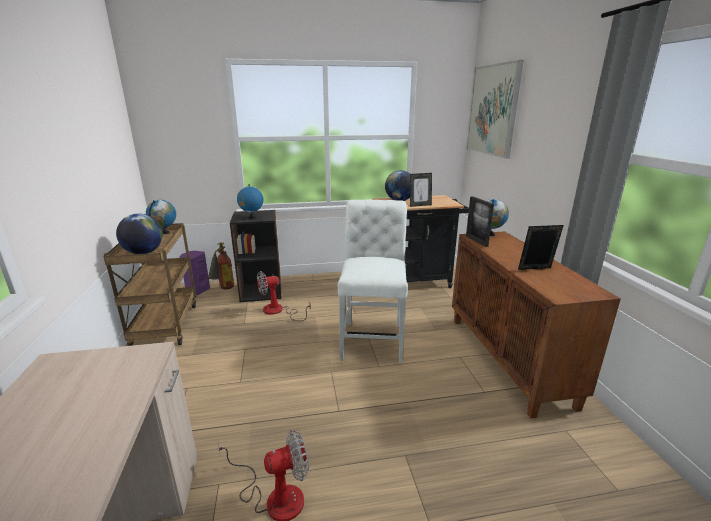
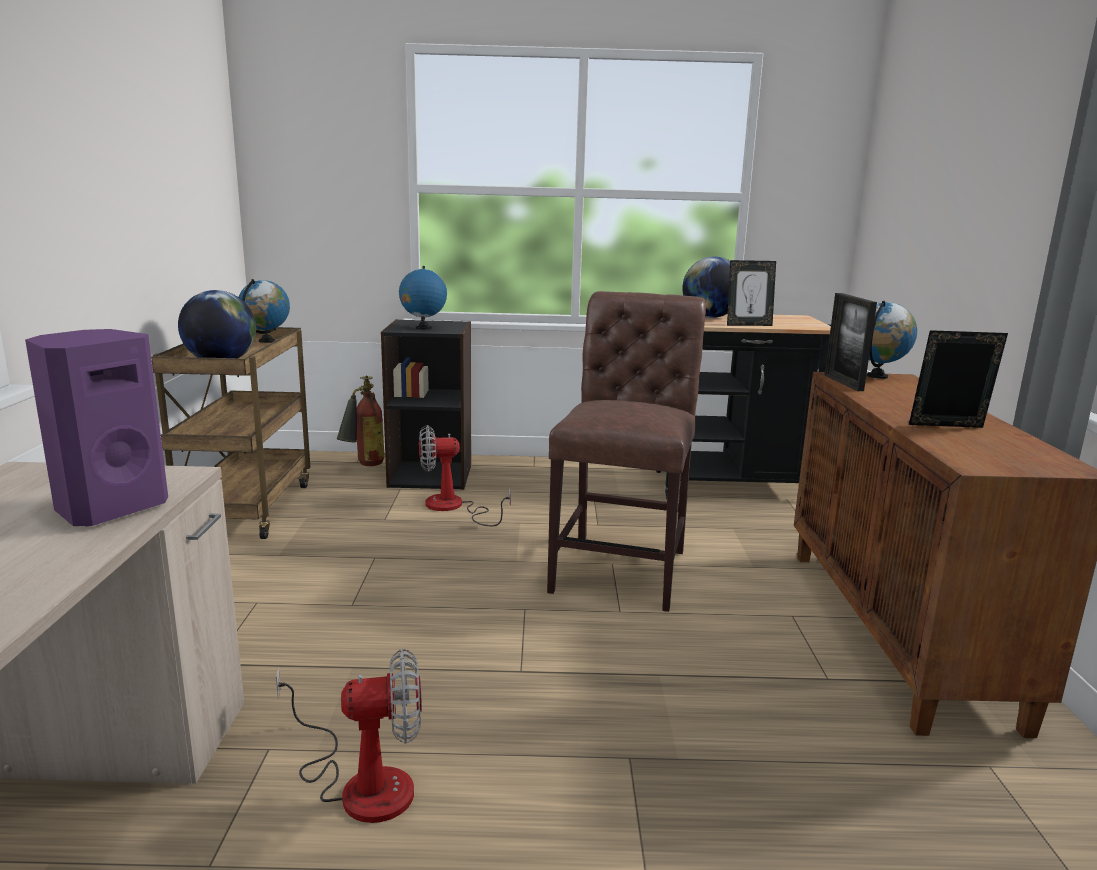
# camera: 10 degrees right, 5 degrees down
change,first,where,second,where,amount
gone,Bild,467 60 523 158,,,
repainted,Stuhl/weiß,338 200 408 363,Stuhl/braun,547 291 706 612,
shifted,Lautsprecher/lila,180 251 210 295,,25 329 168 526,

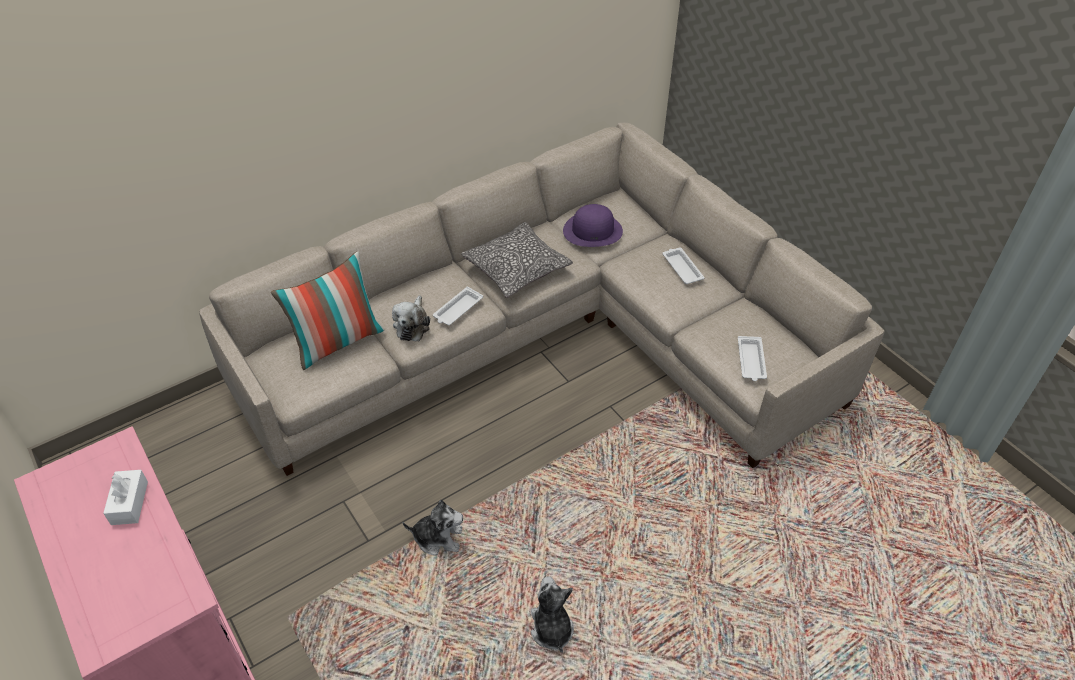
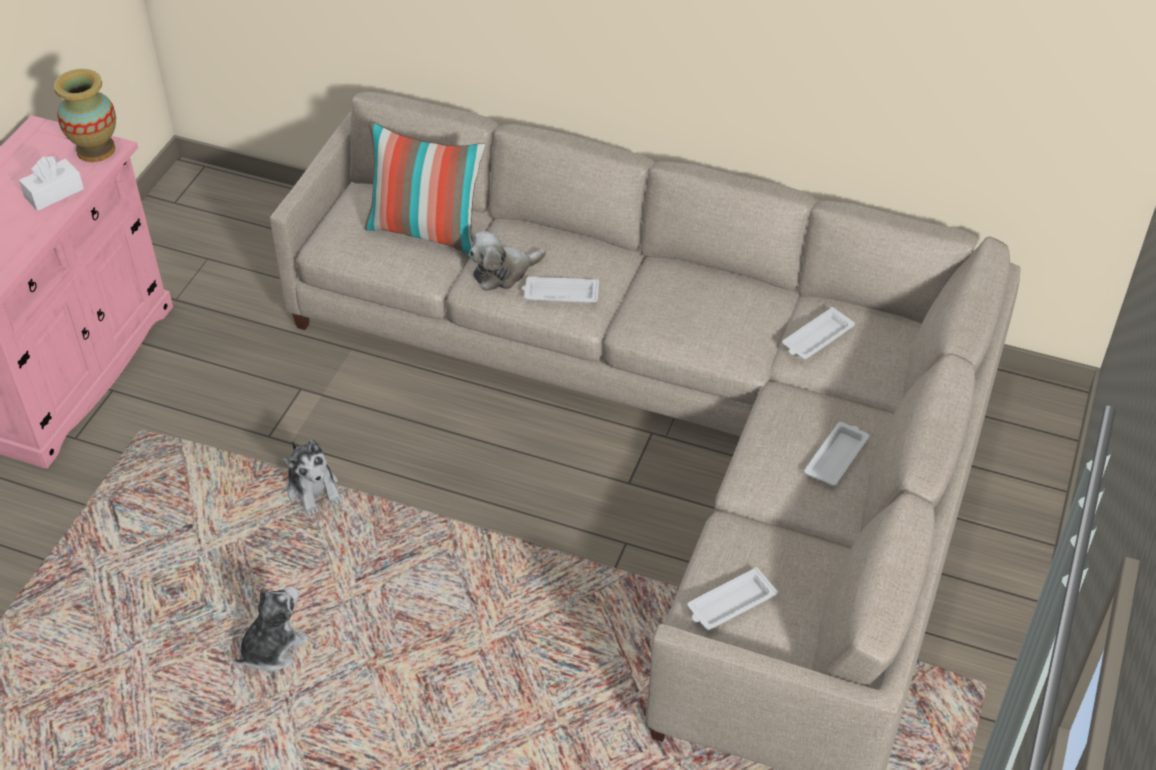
# camera: 55 degrees right, 0 degrees up
change,first,where,second,where,amount
swapped,Hut/lila,563 204 623 247,Tablett/weiß,782 307 855 359,
gone,Kissen,461 222 573 298,,,
new,,,Vase,54 69 116 162,

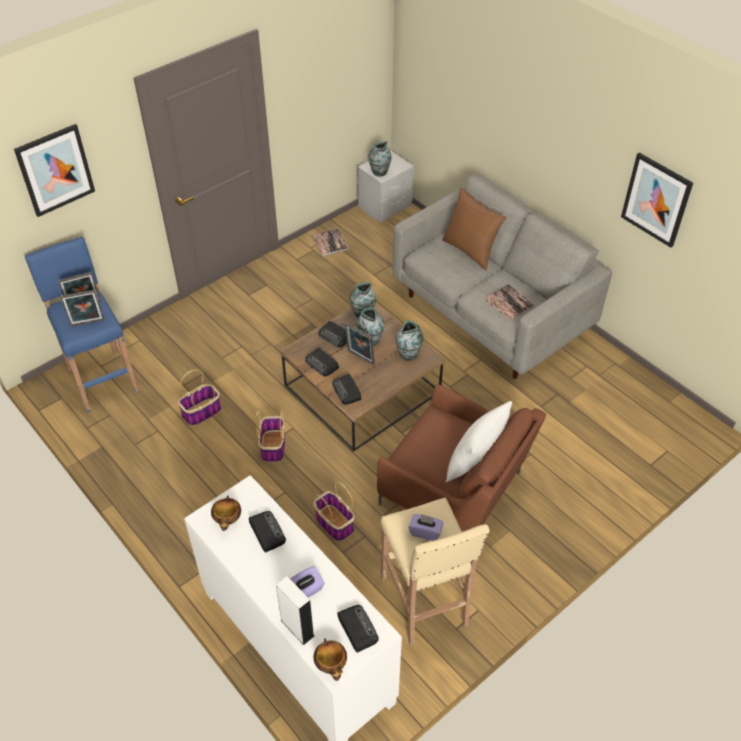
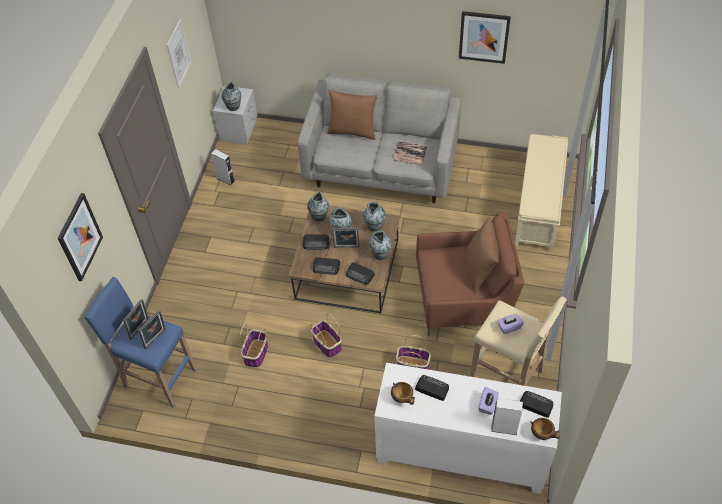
# camera: 35 degrees left, 5 degrees up
change,first,where,second,where,amount
swapped,Buch,312 229 348 256,Lautsprecher/grau,211 149 235 186,
repainted,Kissen/weiß,446 401 512 482,Kissen/braun,466 217 499 293,
new,,,Bild,167 19 192 89,
new,,,Bank/beige,515 134 568 252,
new,,,Vase,369 230 392 260,

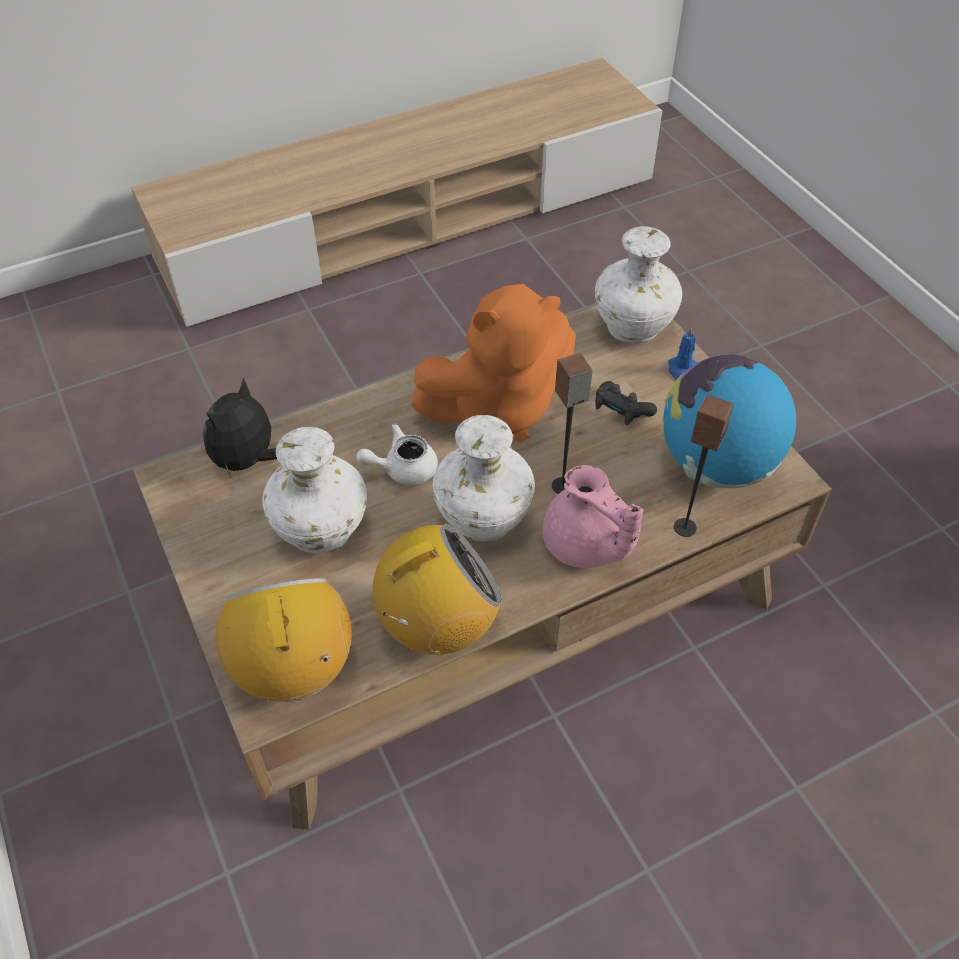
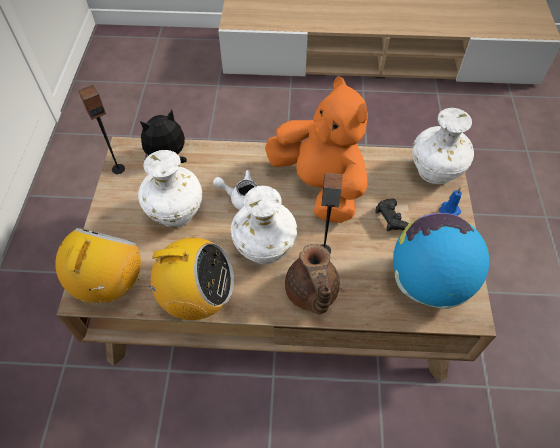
# camera: 30 degrees right, 5 degrees up
change,first,where,second,where,amount
rotated,Plüschtier/orange,411 284 576 443,,265 77 368 223,135 degrees counterclockwise
shifted,Lautsprecher,674 395 734 537,,78 85 125 174,
repainted,Teekanne/rosa,542 465 644 568,Teekanne/braun,285 244 340 314,

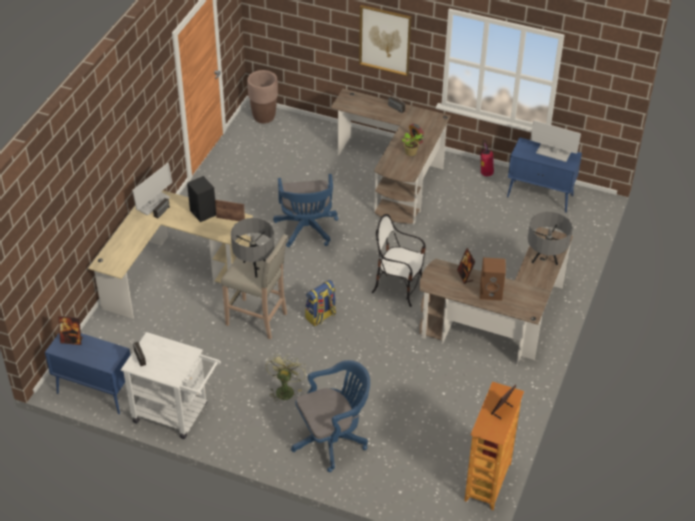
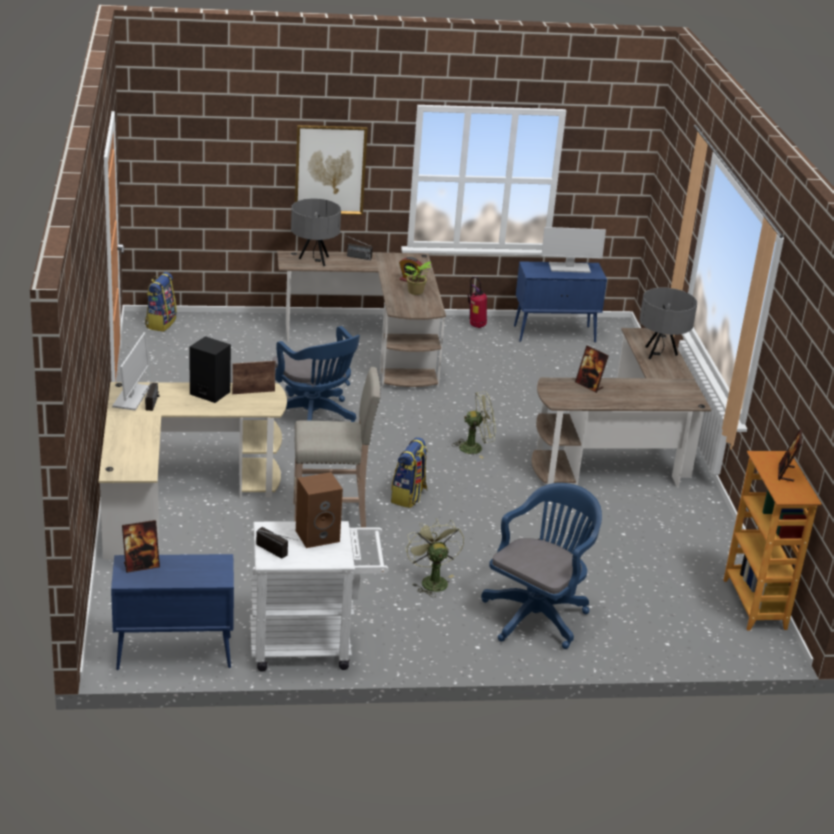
# camera: 30 degrees left, 15 degrees down
change,first,where,second,where,amount
swapped,Pflanzkübel/braun,247 70 278 123,Rucksack,145 272 177 332,
swapped,Stuhl,371 214 426 307,Ventilator/grün,453 391 496 459,
shifted,Tischlampe/grau,231 218 274 277,,291 198 341 266,
shifted,Lautsprecher/braun,480 257 506 301,,296 472 343 548,

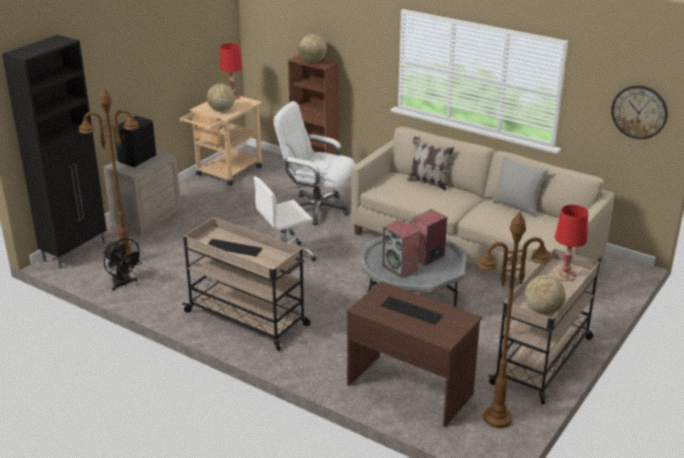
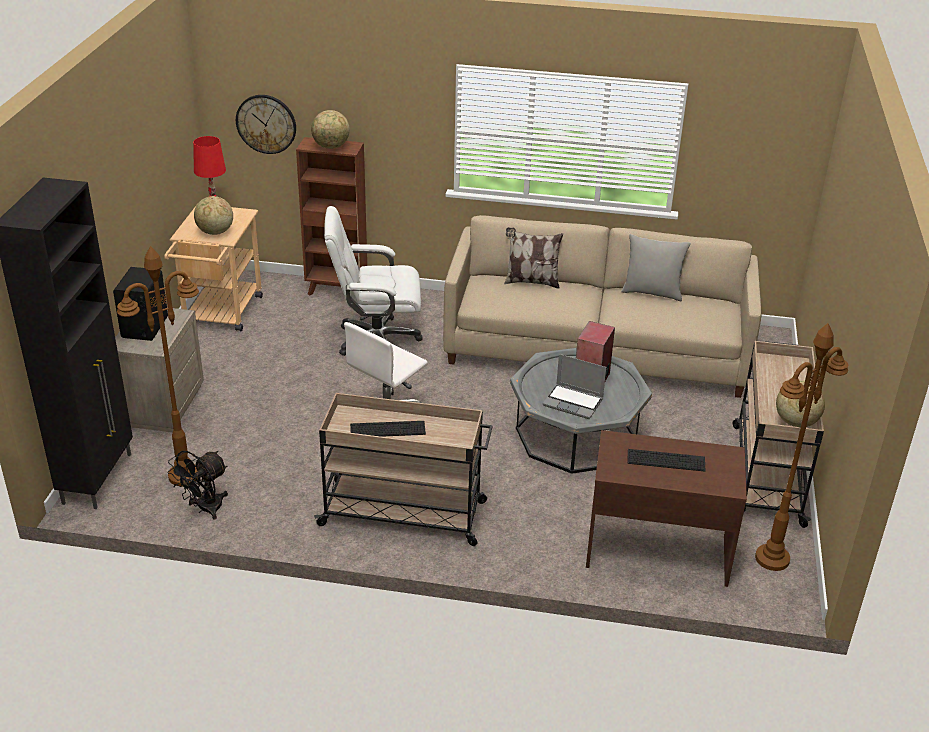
# camera: 25 degrees left, 5 degrees up
change,first,where,second,where,amount
shifted,Wanduhr,611 85 668 139,,236 95 296 154,
gone,Tischlampe/rot,555 205 588 281,,,
swapped,Lautsprecher,382 220 420 278,Laptop,543 354 606 419,
rotated,Ventilator/schwarz,103 239 144 291,,167 451 228 520,105 degrees clockwise

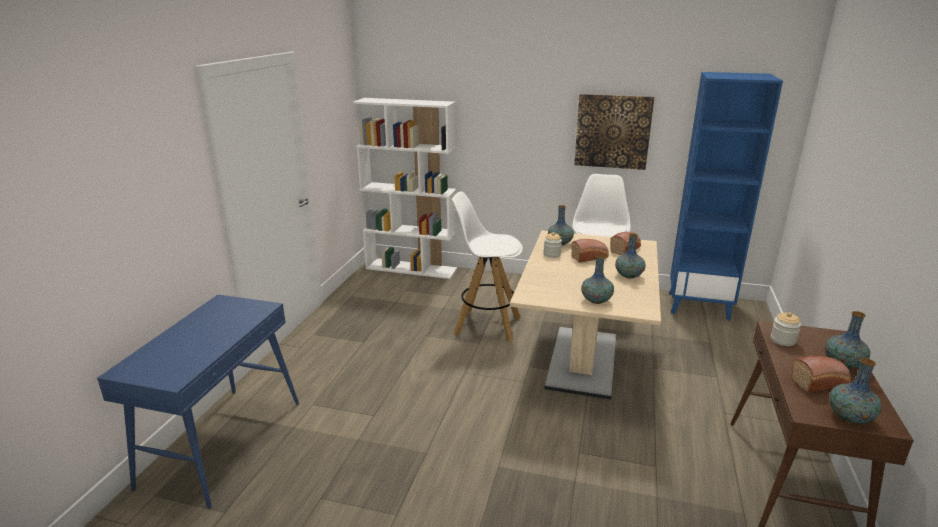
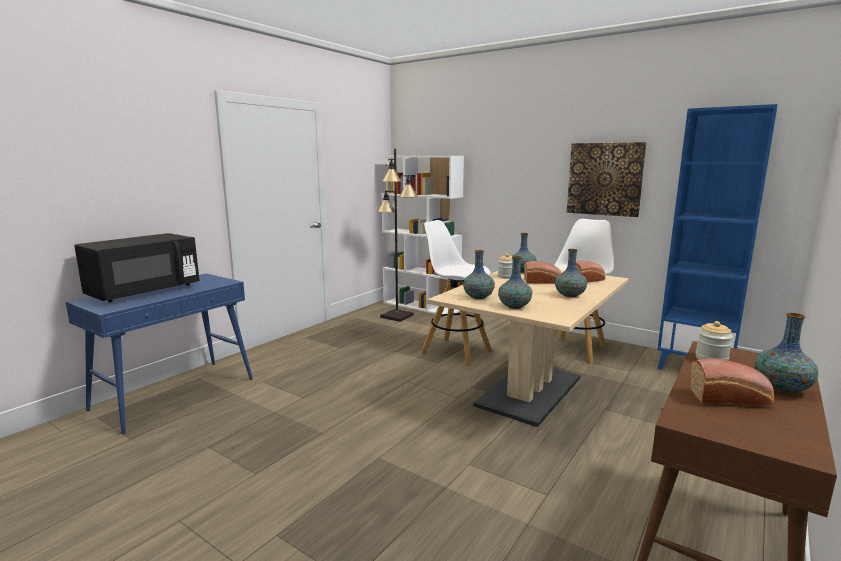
# camera: 20 degrees right, 10 degrees down
change,first,where,second,where,amount
shifted,Vase,830 358 882 424,,463 250 495 299,
new,,,Stehlampe/schwarz,377 149 418 322,
new,,,Mikrowelle/schwarz,74 233 200 302,

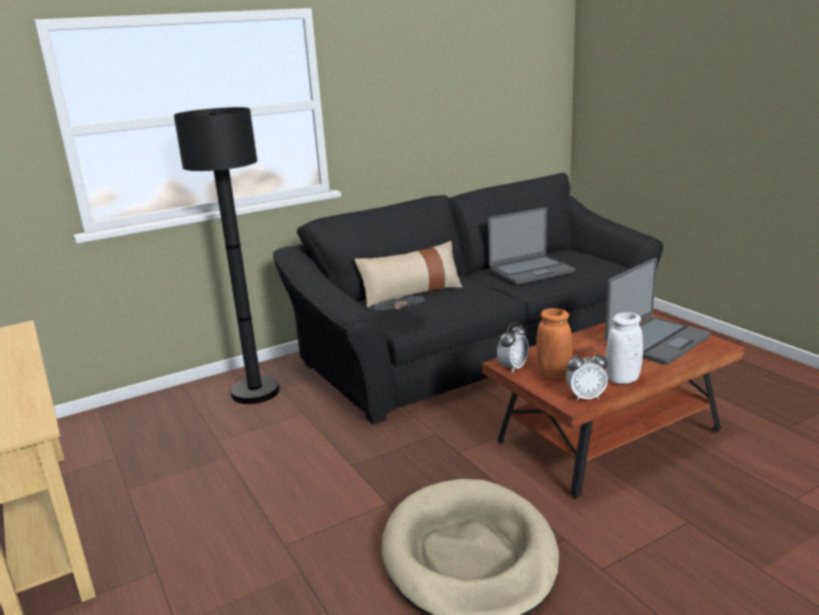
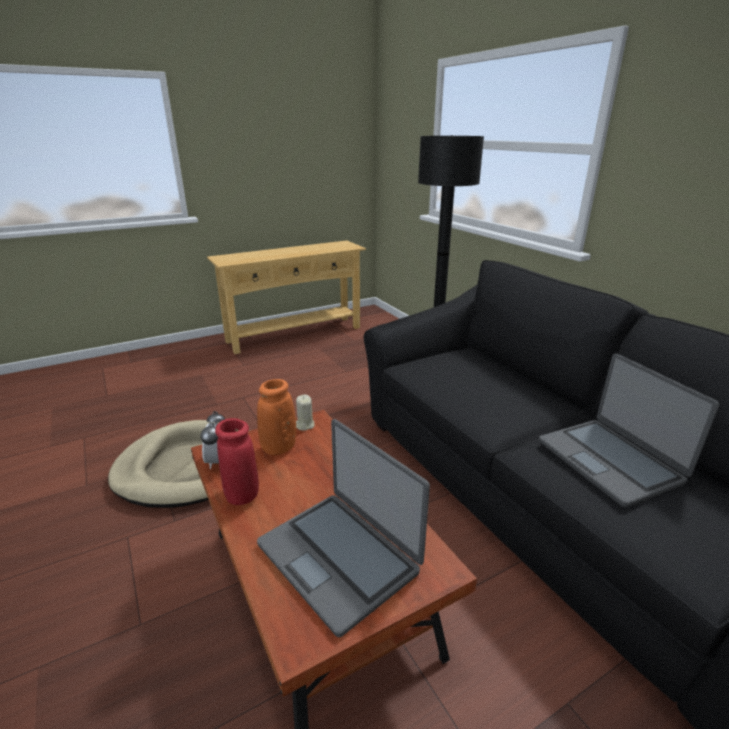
# camera: 90 degrees right, 5 degrees up
change,first,where,second,where,amount
gone,Kissen/beige,354 241 463 308,,,
gone,Zeitung,370 296 426 311,,,
repainted,Vase/weiß,605 312 643 384,Vase/rot,215 418 259 505,
swapped,Wecker,497 322 529 373,Kerze/beige,296 395 315 431,

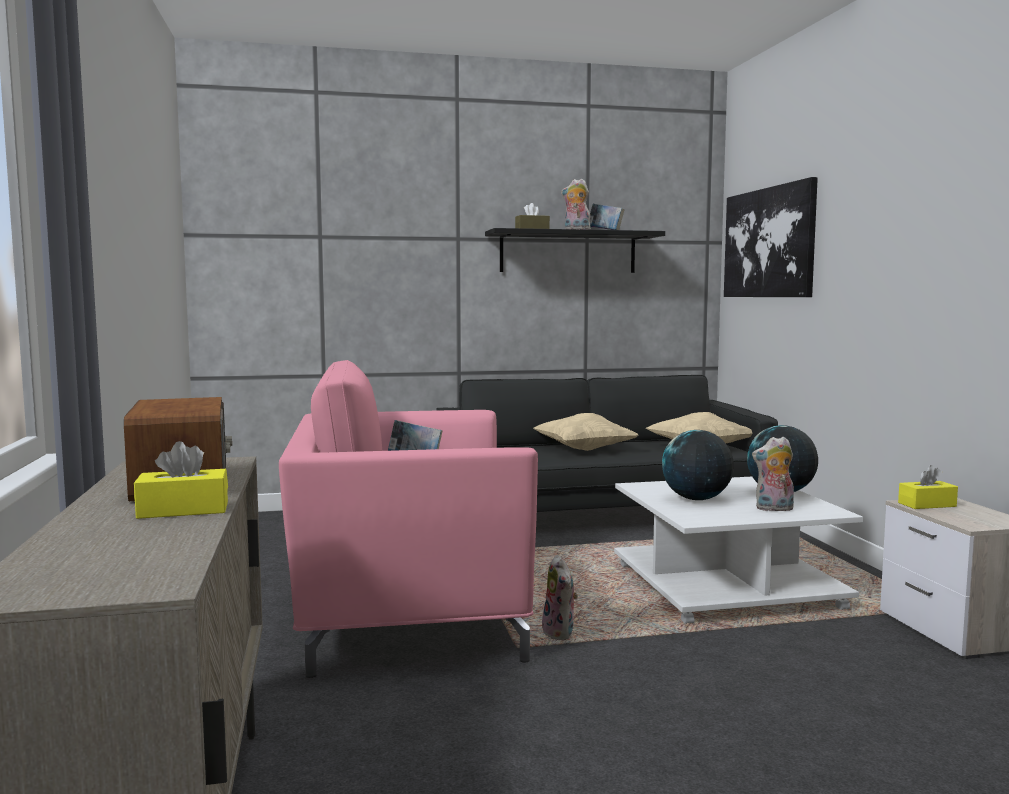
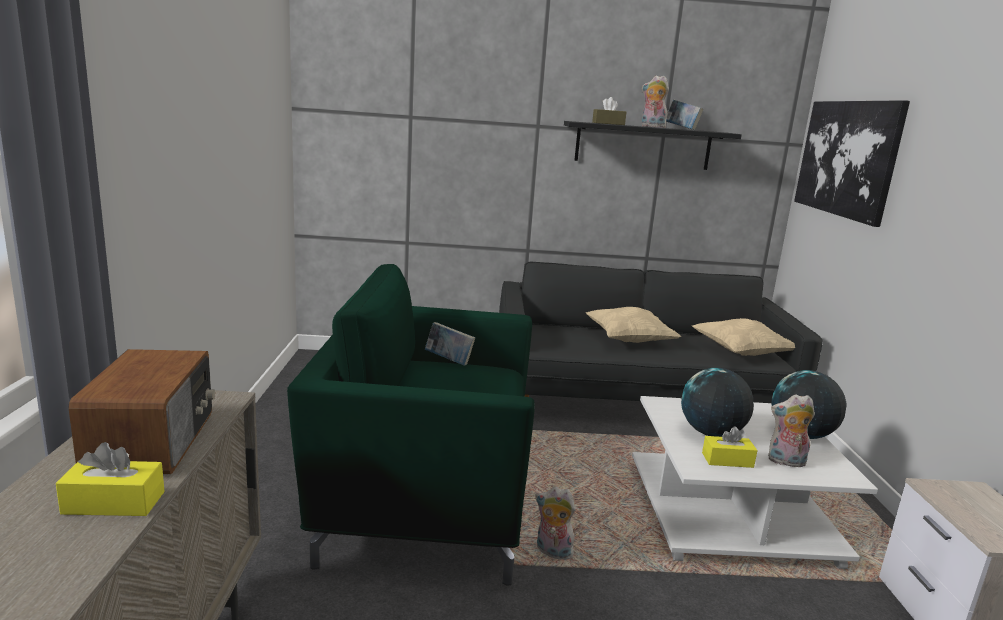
# camera: 10 degrees right, 10 degrees up
change,first,where,second,where,amount
repainted,Sessel/rosa,279 360 538 678,Sessel/grün,287 264 535 586,
shifted,Taschentuchbox/gelb,898 465 958 509,,702 426 758 468,
rotated,Plüschtier,542 555 578 640,,535 486 576 560,120 degrees clockwise

